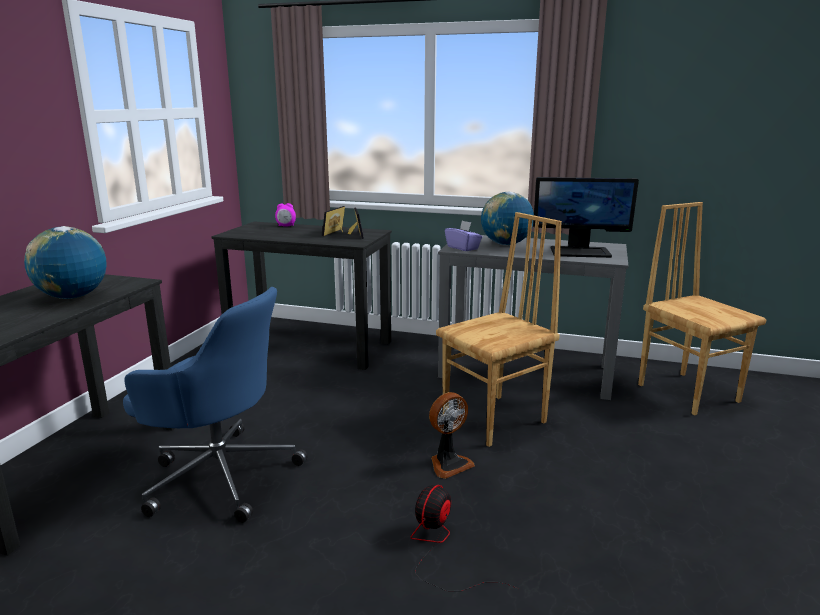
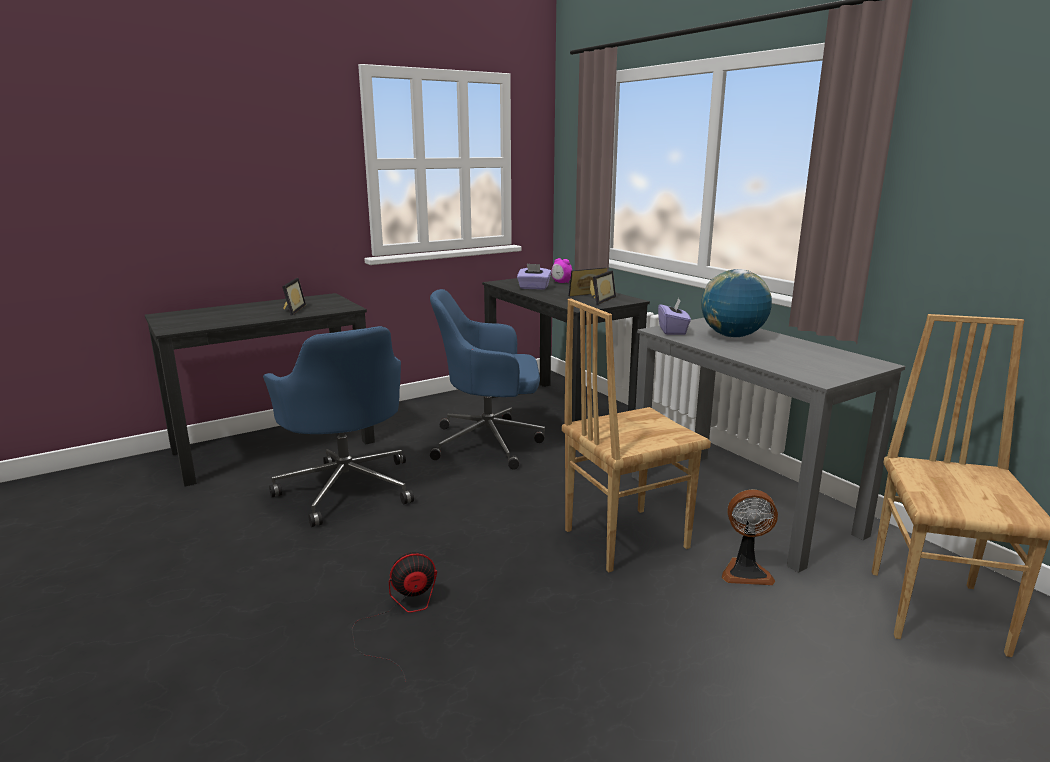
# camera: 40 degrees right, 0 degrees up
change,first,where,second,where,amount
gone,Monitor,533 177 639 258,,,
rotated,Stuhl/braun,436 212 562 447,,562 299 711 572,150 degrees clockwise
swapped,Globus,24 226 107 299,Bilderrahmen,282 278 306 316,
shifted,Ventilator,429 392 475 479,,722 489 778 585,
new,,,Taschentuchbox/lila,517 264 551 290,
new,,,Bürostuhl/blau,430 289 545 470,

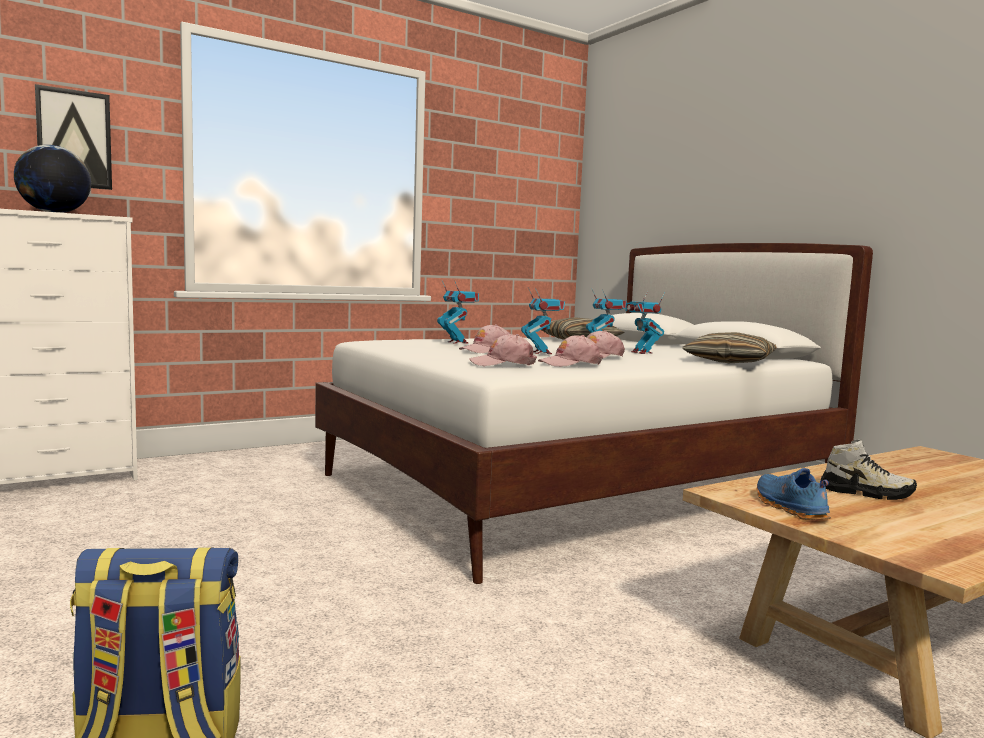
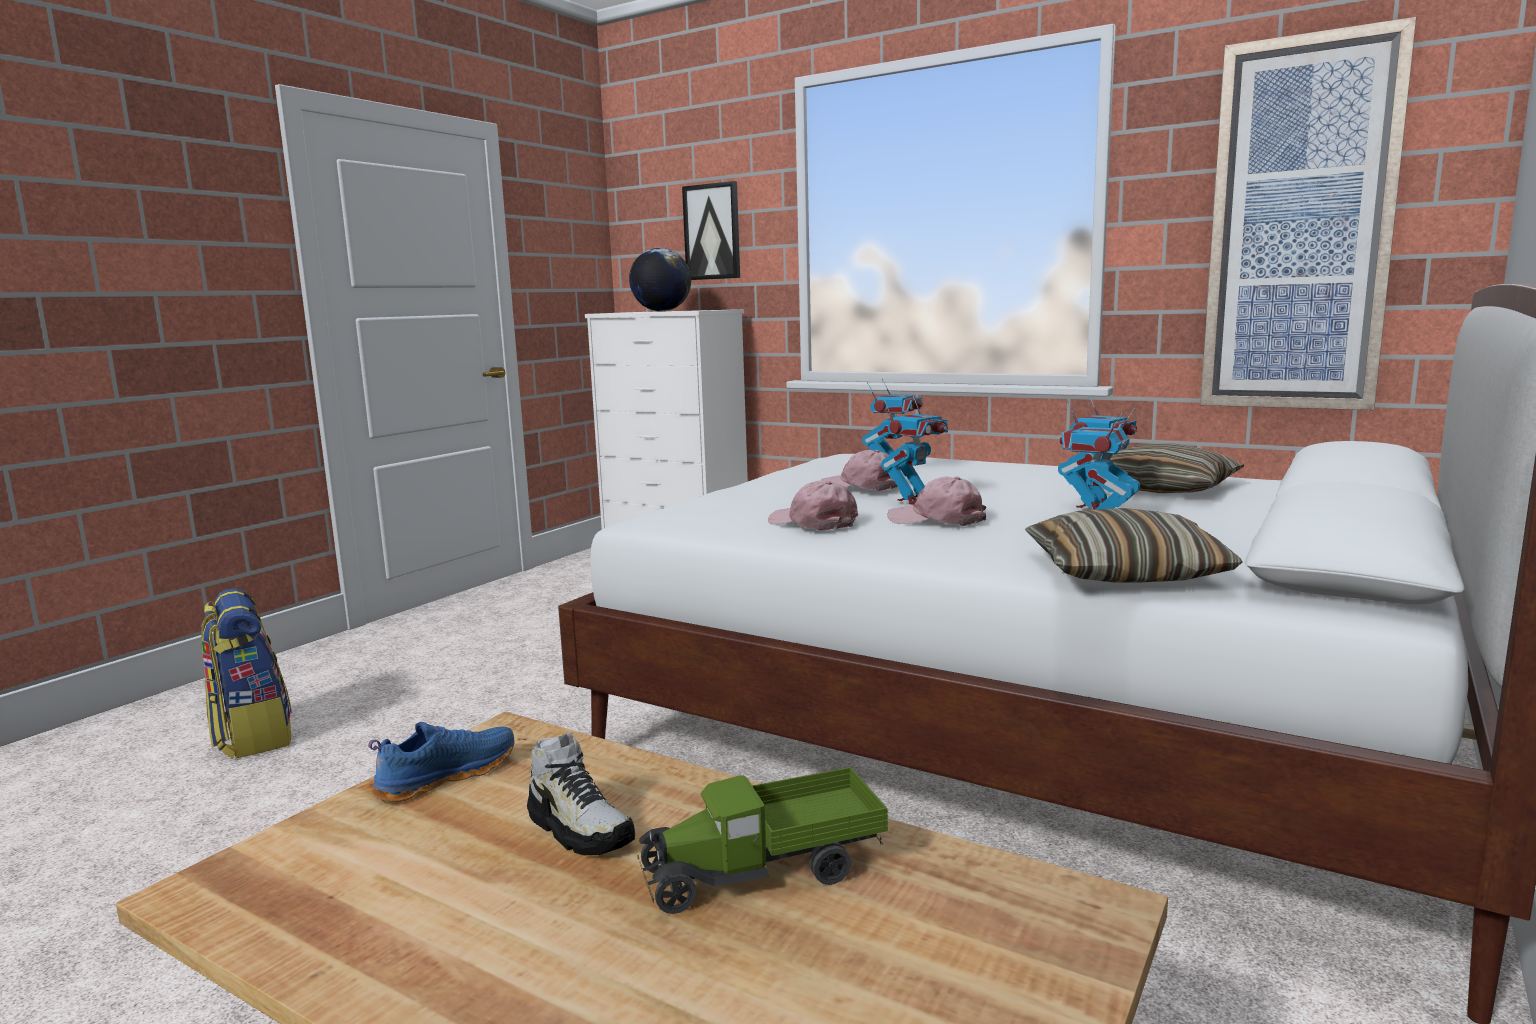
# camera: 65 degrees right, 5 degrees up
change,first,where,second,where,amount
gone,Kappe/rosa,469 334 537 366,,,
rotated,Schuh,820 439 917 500,,527 732 635 855,45 degrees counterclockwise
new,,,Bild,1200 17 1416 410,
new,,,Spielzeuglaster,638 767 888 914,

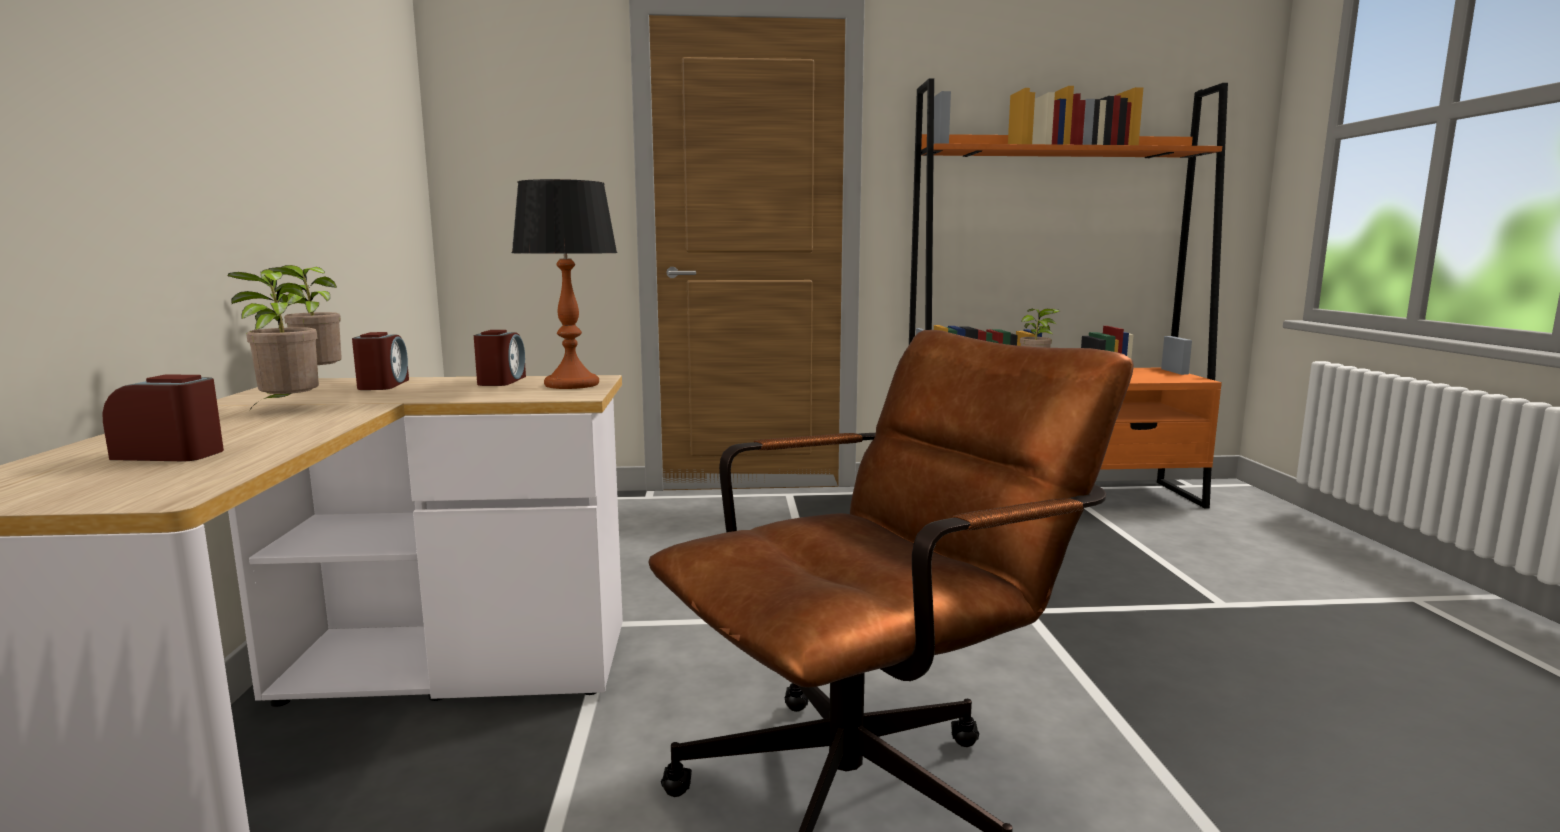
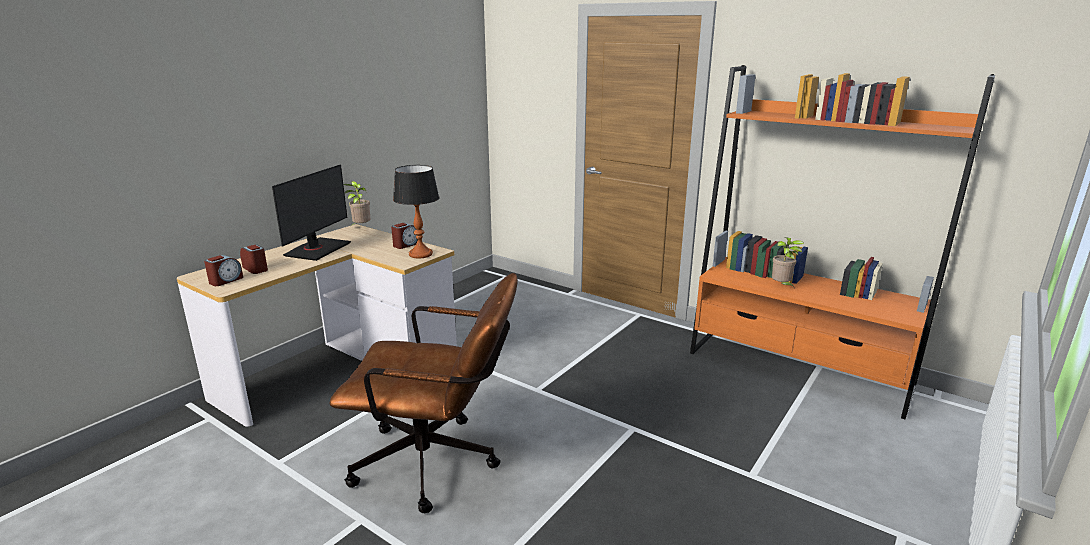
# camera: 40 degrees right, 10 degrees up
change,first,where,second,where,amount
swapped,Topfpflanze,228 269 319 410,Monitor,272 165 351 261,
shifted,Wecker,352 332 409 390,,204 255 243 286,

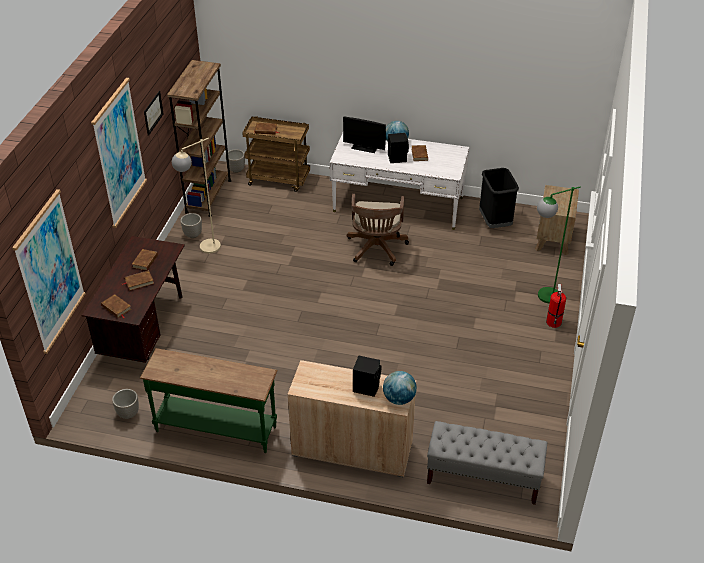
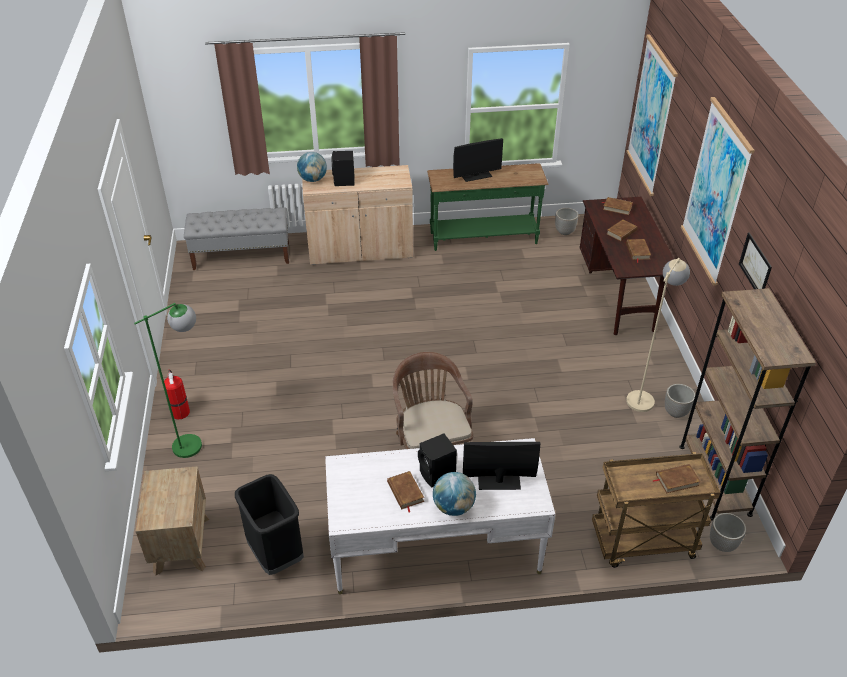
# camera: 160 degrees right, 0 degrees up
change,first,where,second,where,amount
new,,,Monitor,453 138 503 182,

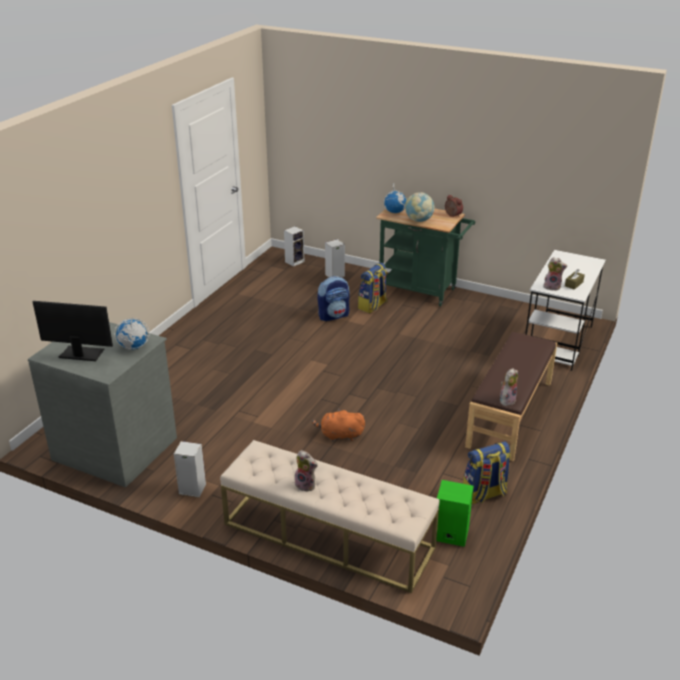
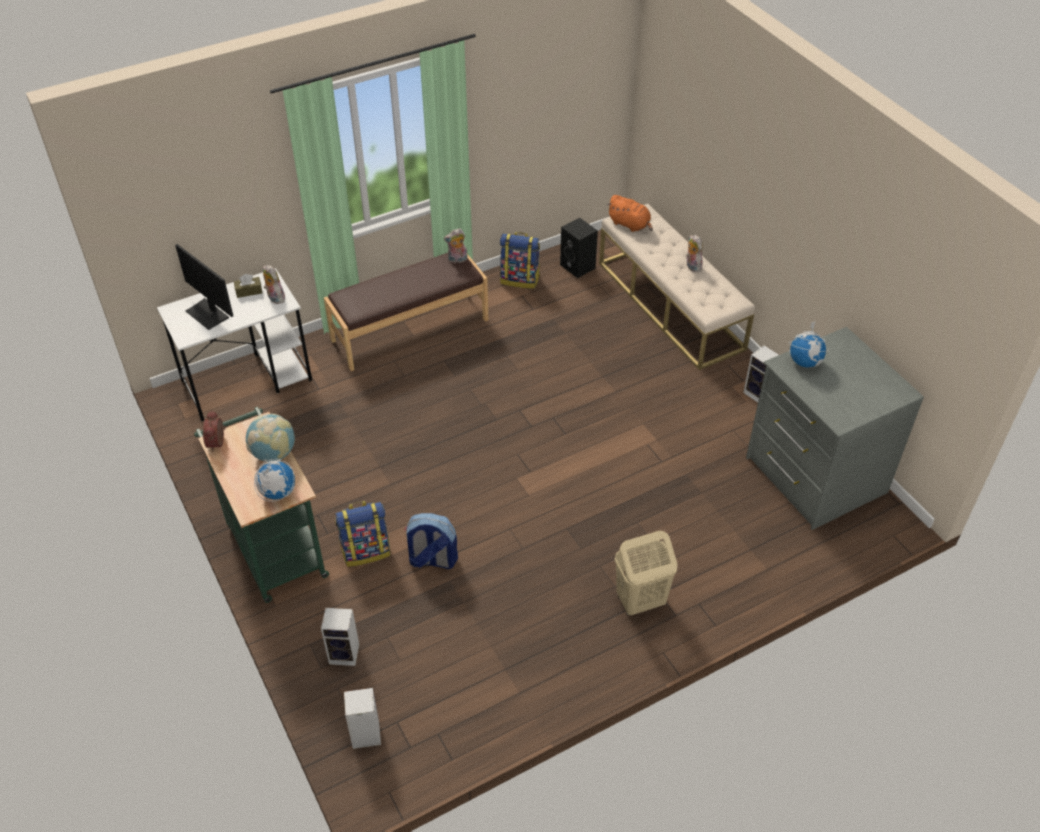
# camera: 145 degrees left, 15 degrees up
change,first,where,second,where,amount
shifted,Monitor,33 301 113 361,,175 244 233 330,
shifted,Plüschtier/orange,312 409 365 441,,607 195 653 232,
repainted,Lautsprecher/grün,436 480 474 547,Lautsprecher/schwarz,560 218 598 278,
new,,,Wäschekorb/beige,615 531 677 615,

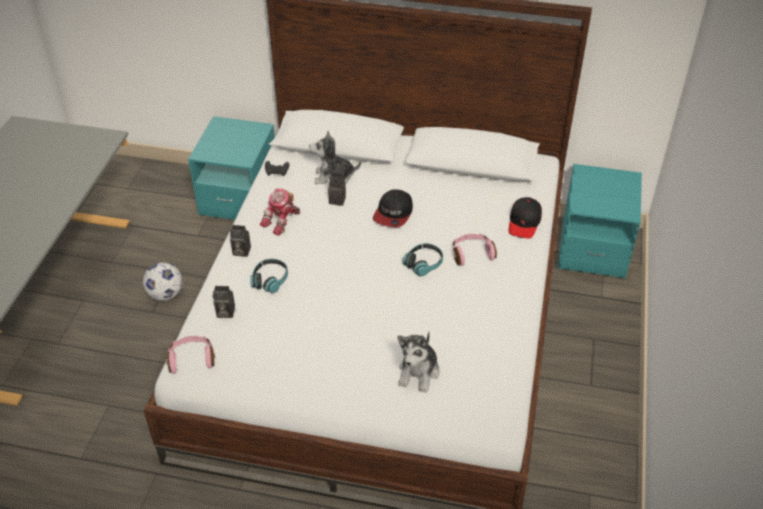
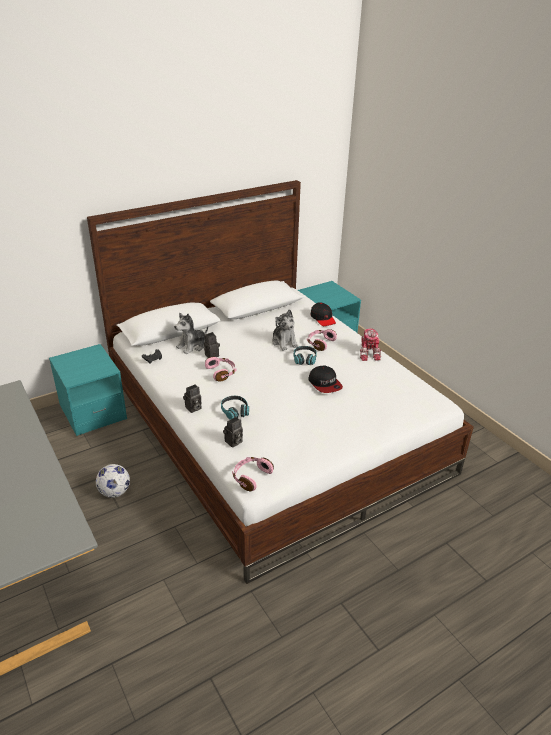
# camera: 45 degrees left, 10 degrees down
change,first,where,second,where,amount
shifted,Spielzeugroboter,260 188 300 236,,360 329 381 361,
shifted,Kappe,373 190 413 227,,308 366 343 393,
shifted,Plüschtier,398 332 440 393,,272 309 298 351,
new,,,Kopfhörer/rosa,205 357 236 382,

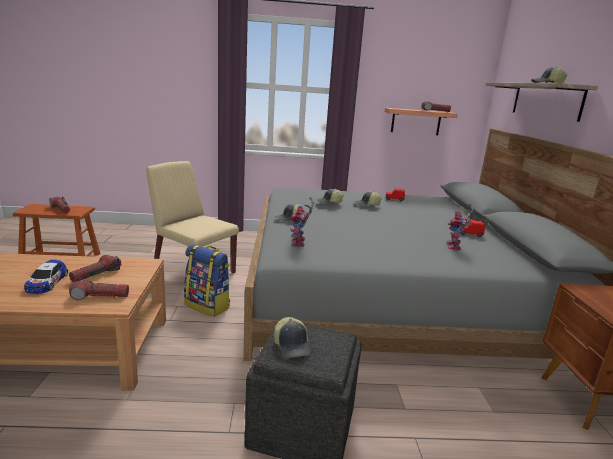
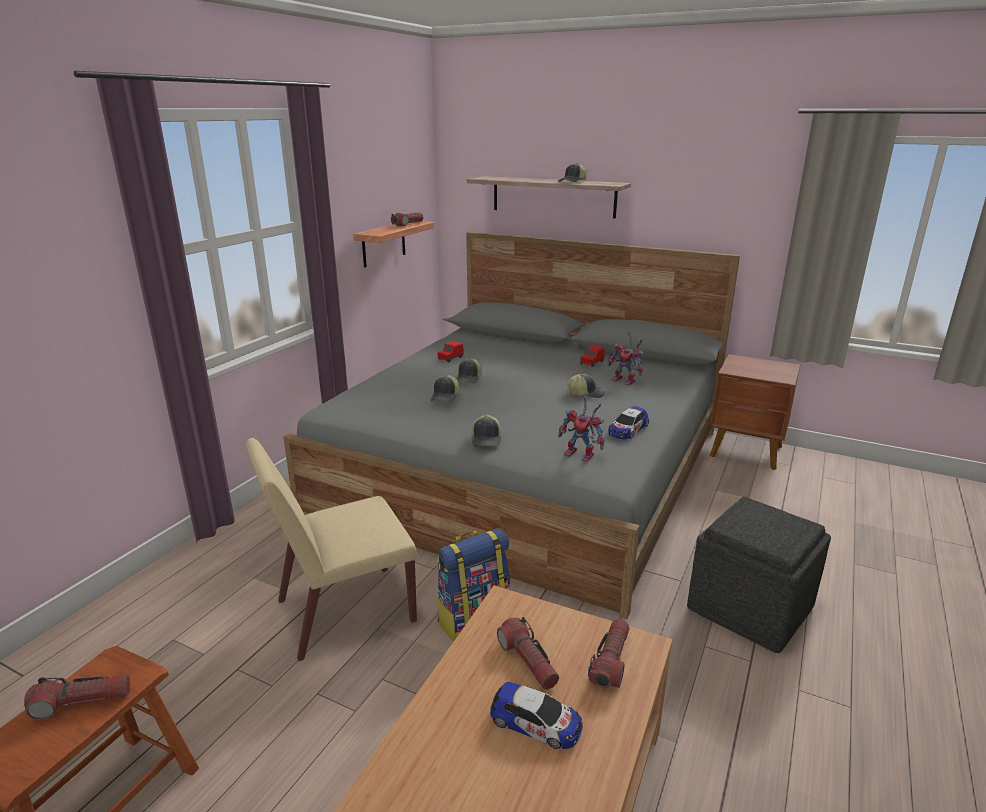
# camera: 60 degrees left, 5 degrees up
change,first,where,second,where,amount
shifted,Kappe,274 317 311 359,,567 374 606 398,
new,,,Spielzeugauto,608 406 649 439,

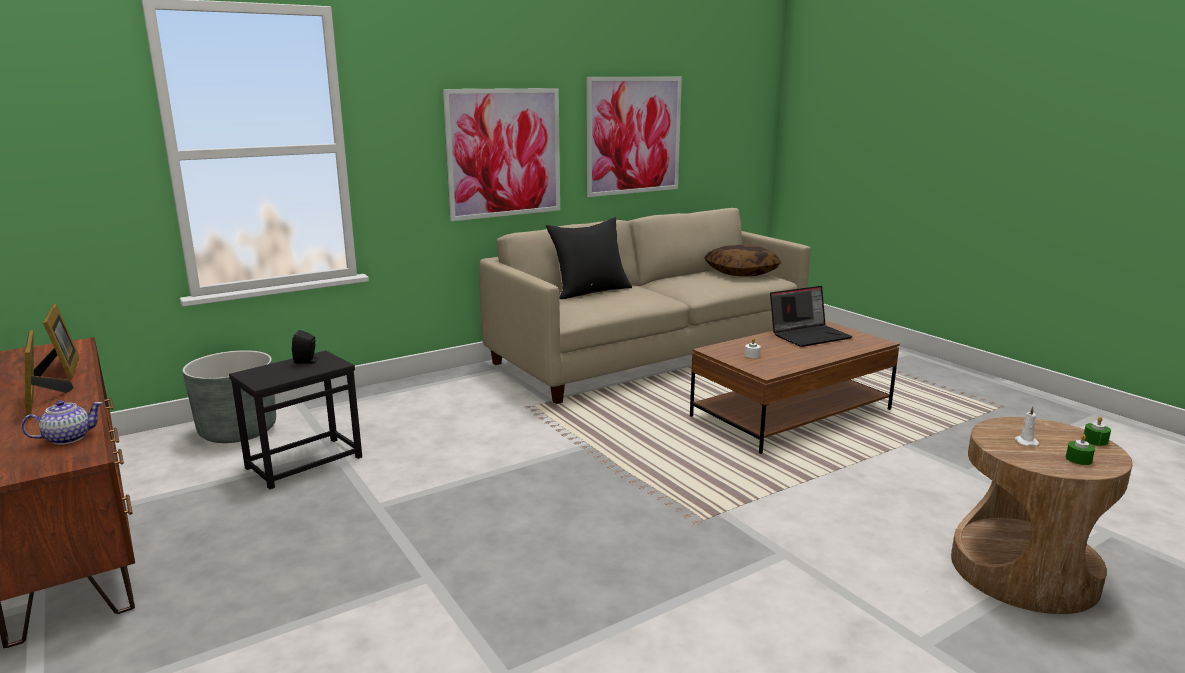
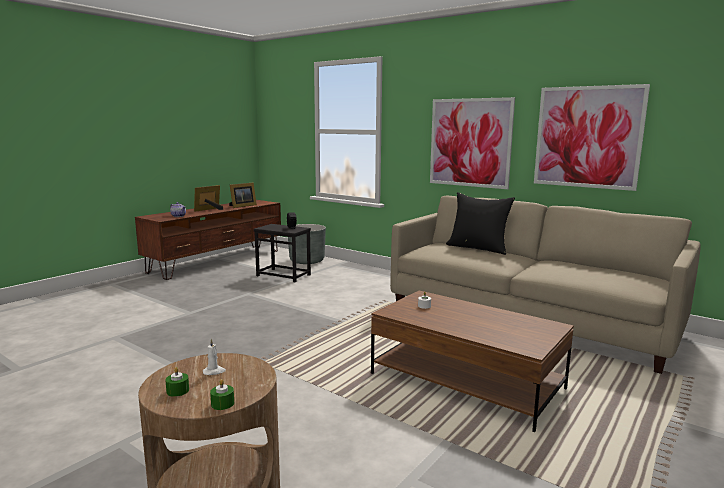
# camera: 70 degrees right, 5 degrees down
change,first,where,second,where,amount
gone,Kissen,704 244 781 277,,,
gone,Laptop,770 286 853 347,,,

